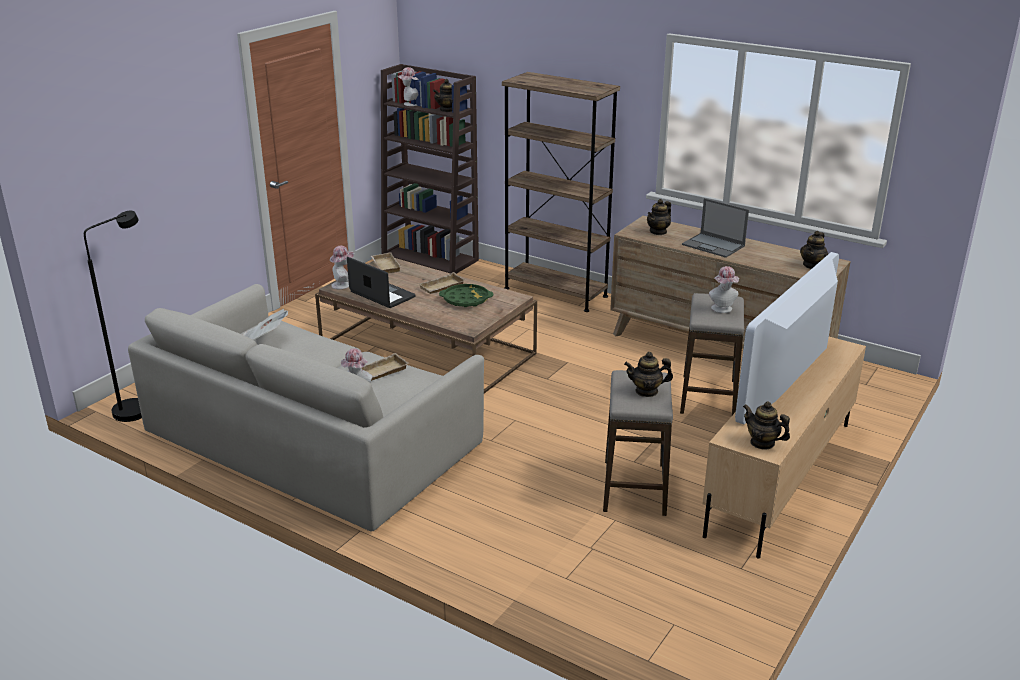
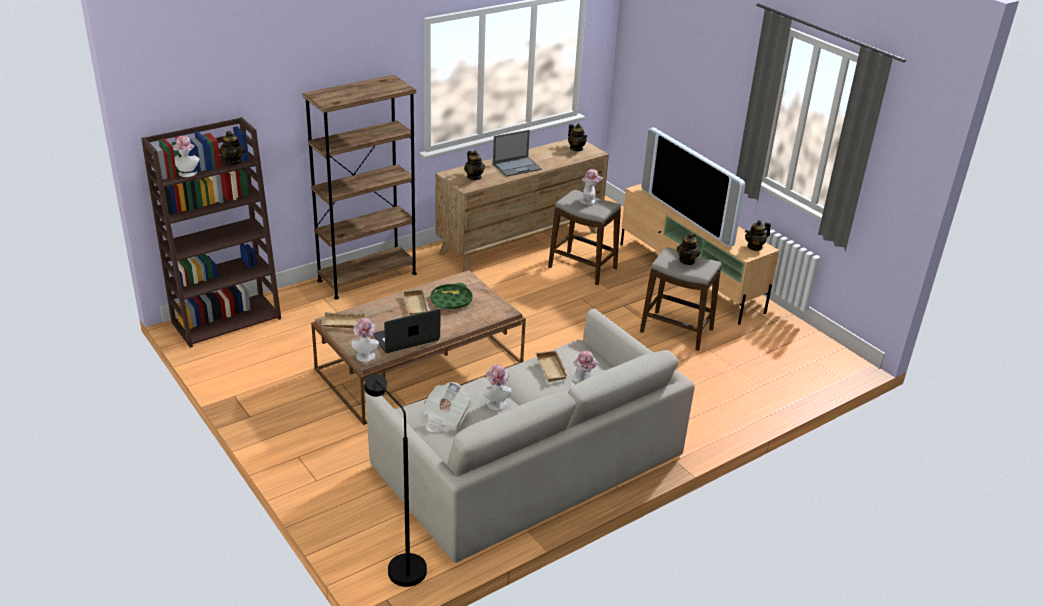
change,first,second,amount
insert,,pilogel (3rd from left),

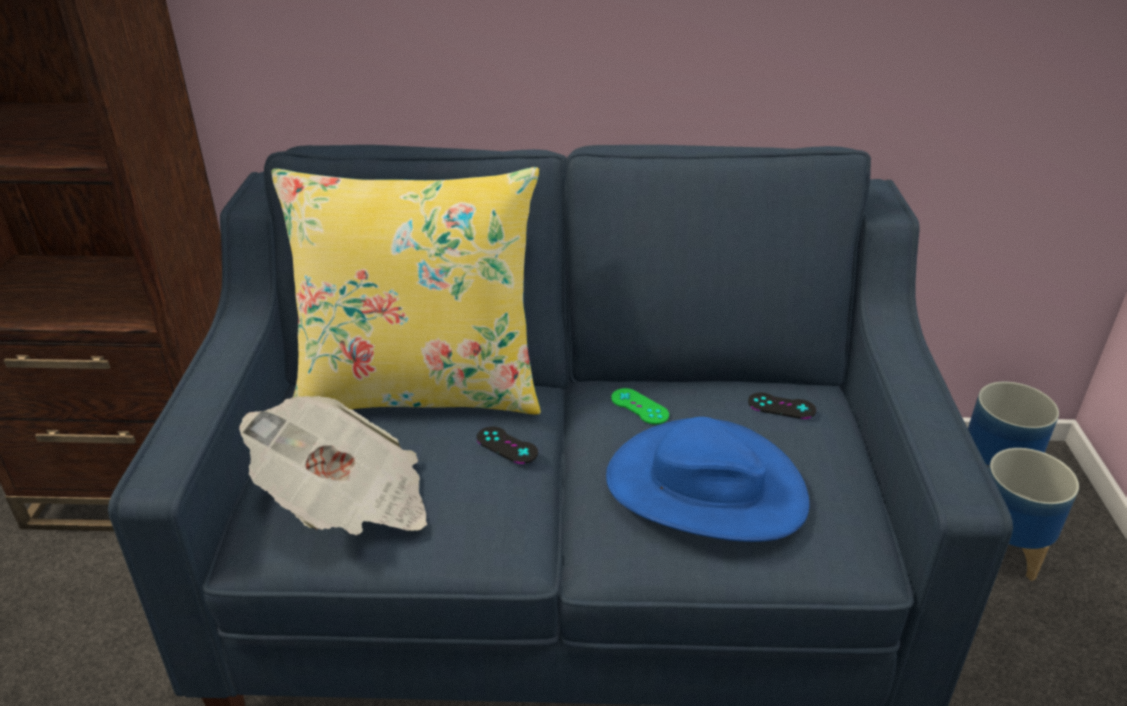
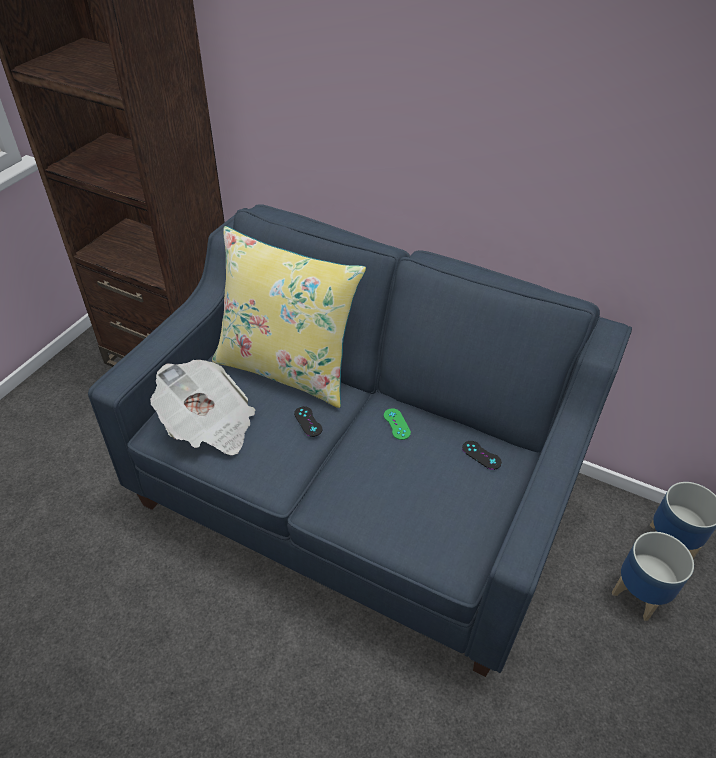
change,first,second,amount
delete,blue pilogel,,

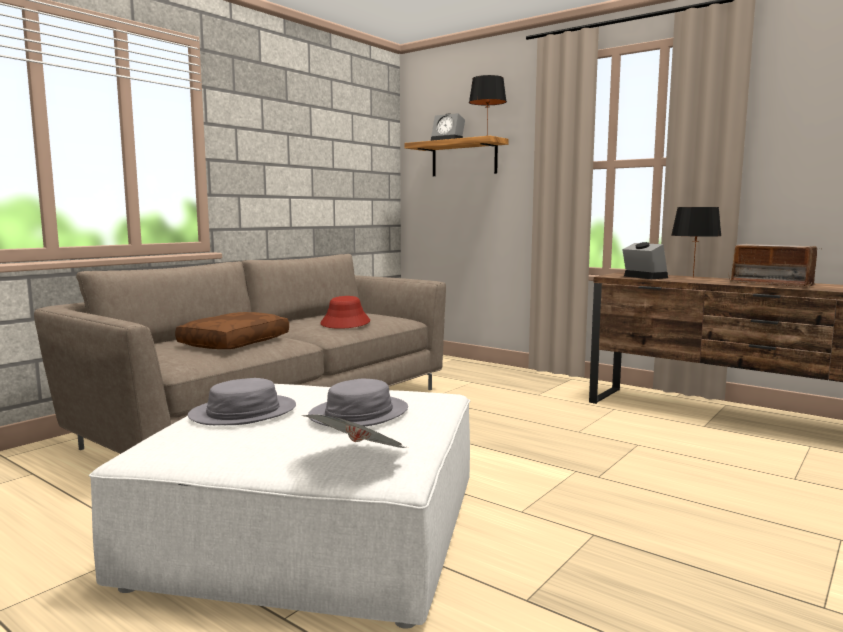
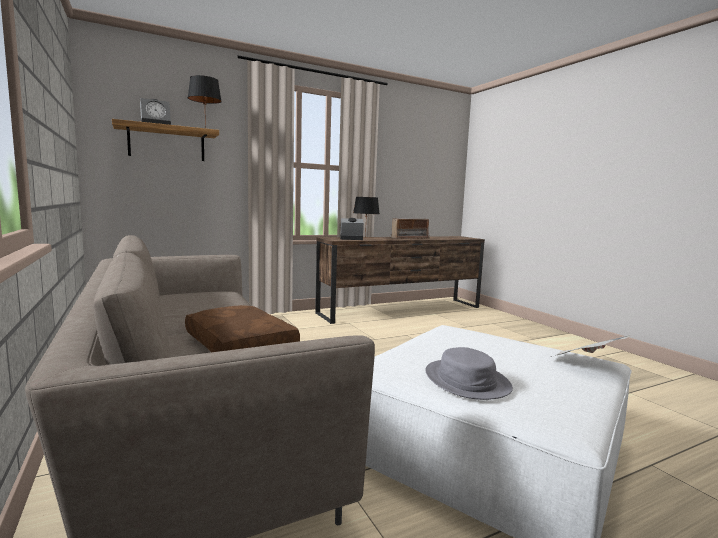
change,first,second,amount
delete,grey pilogel (2nd from left),,
delete,red pilogel,,

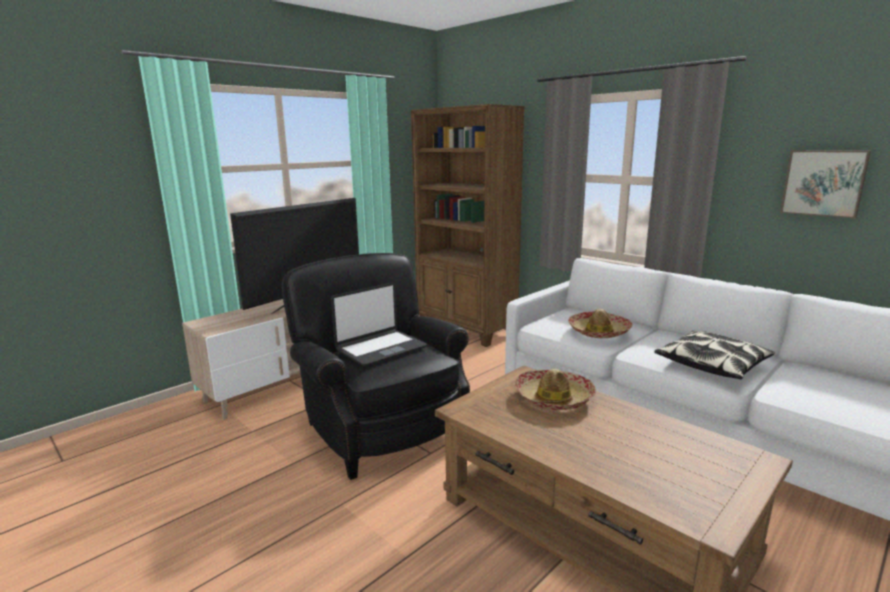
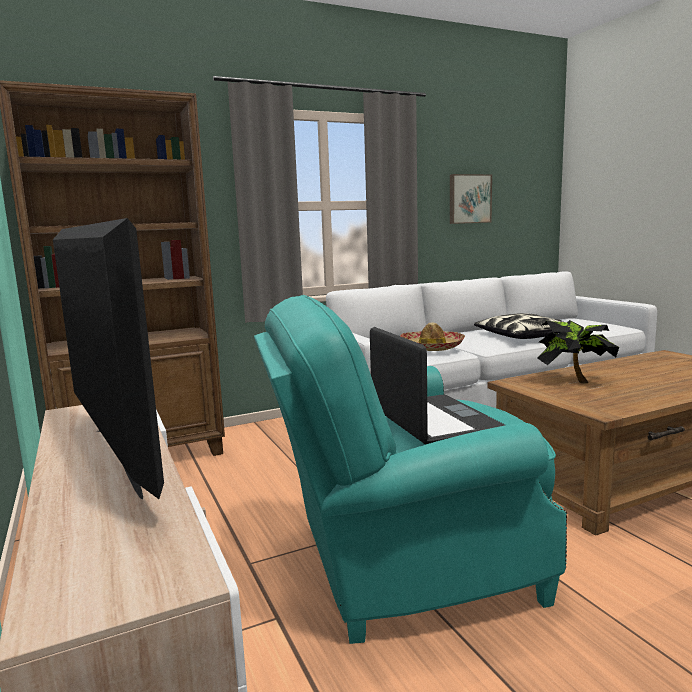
change,first,second,amount
replace,pilogel (1st from left),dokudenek,
recolor,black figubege,turquoise figubege,

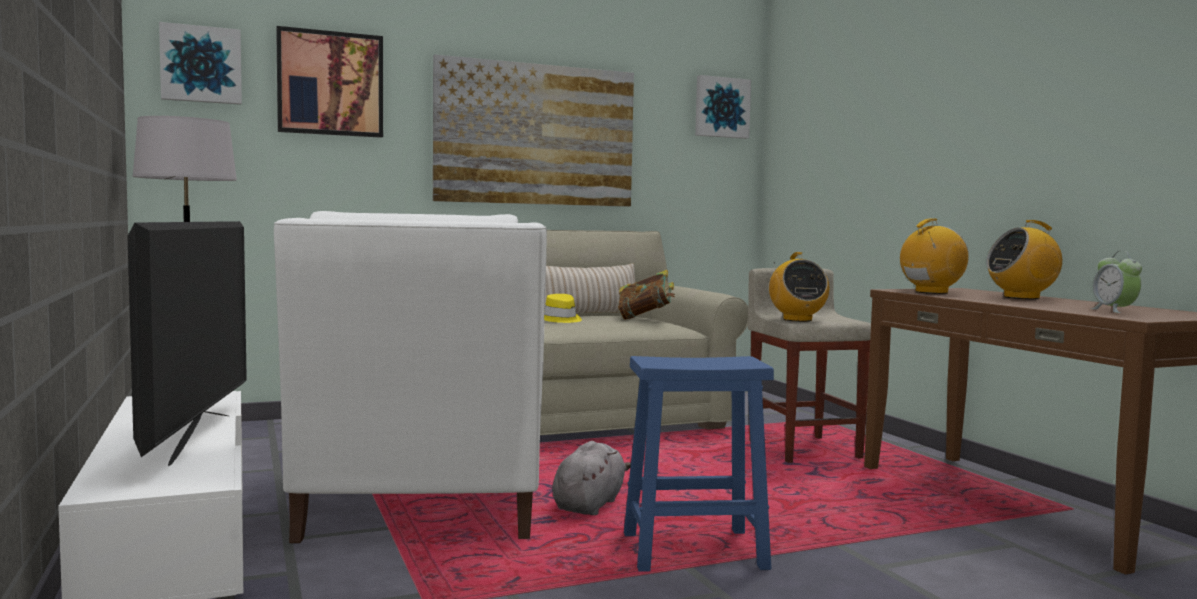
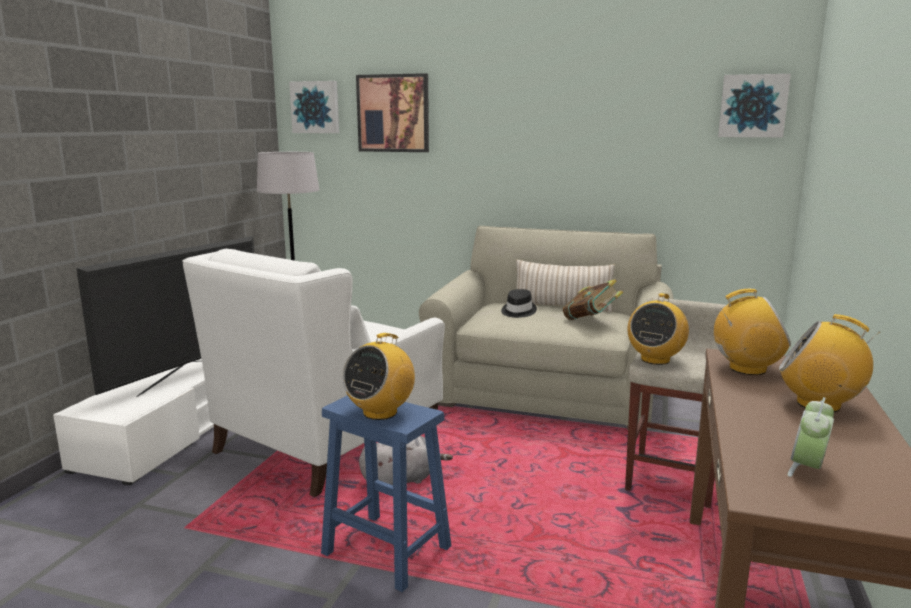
change,first,second,amount
delete,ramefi (3rd from left),,
insert,,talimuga (1st from left),
recolor,yellow pilogel,black pilogel,

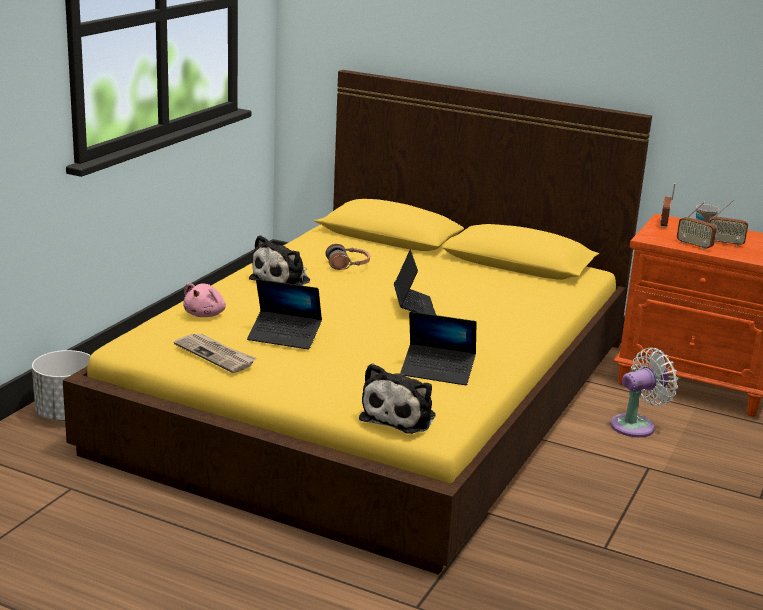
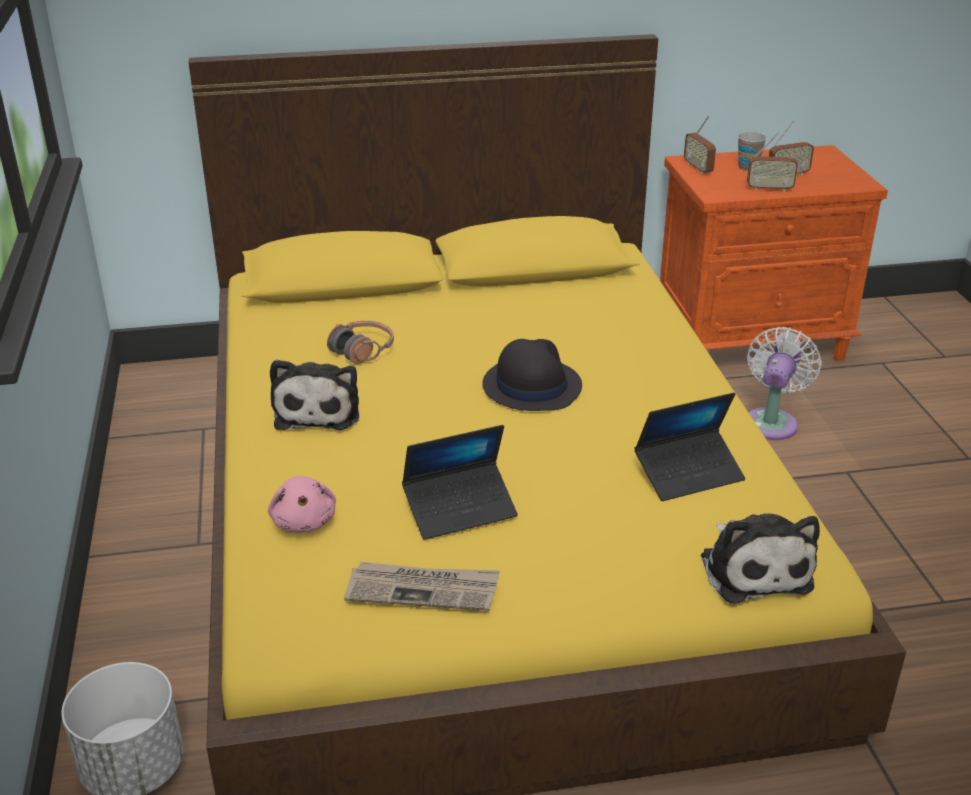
change,first,second,amount
replace,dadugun (2nd from left),black pilogel,

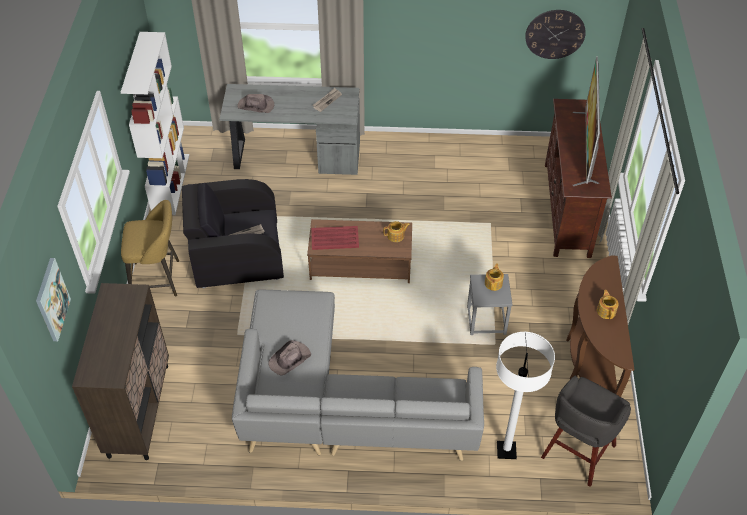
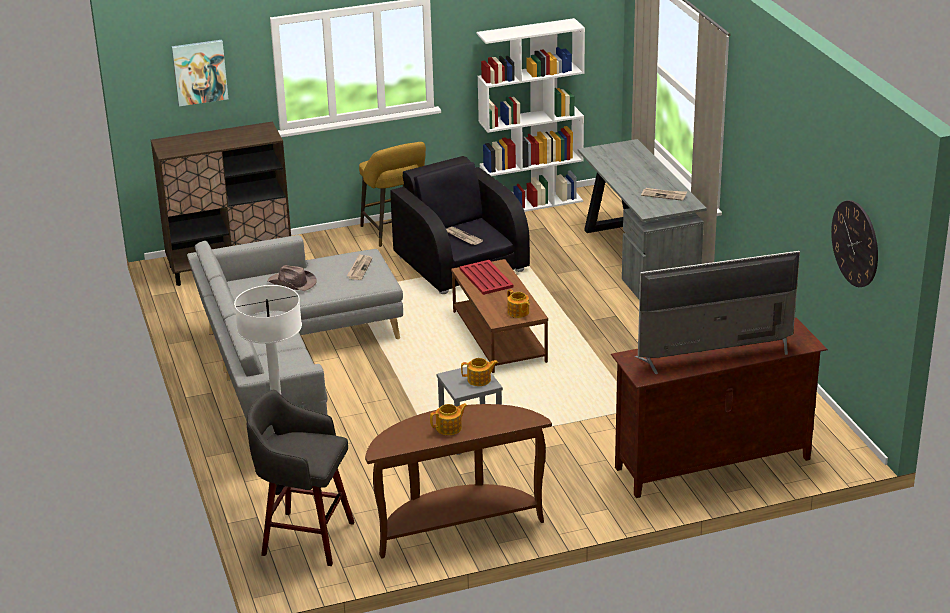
change,first,second,amount
delete,brown pilogel (1st from left),,
insert,,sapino (1st from left),

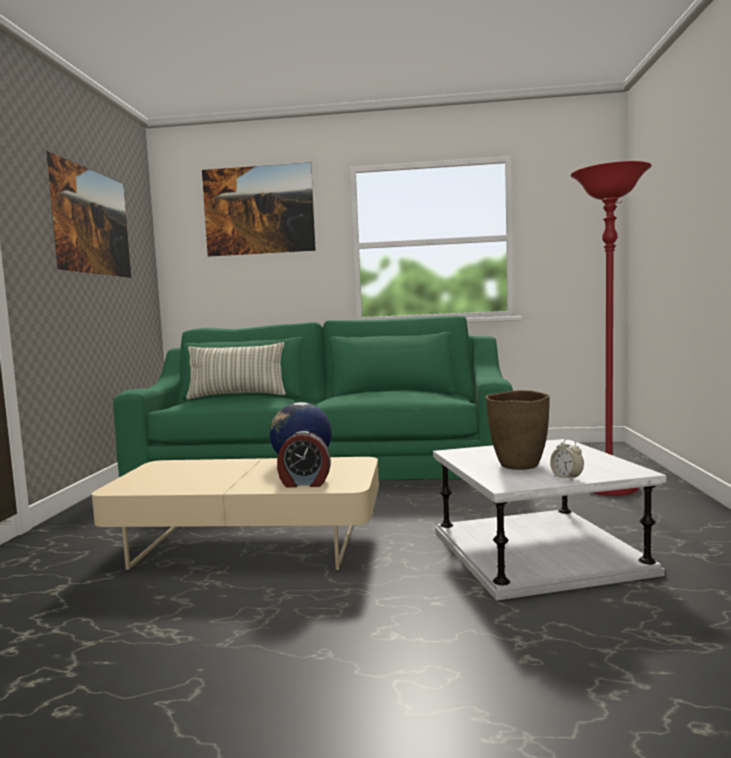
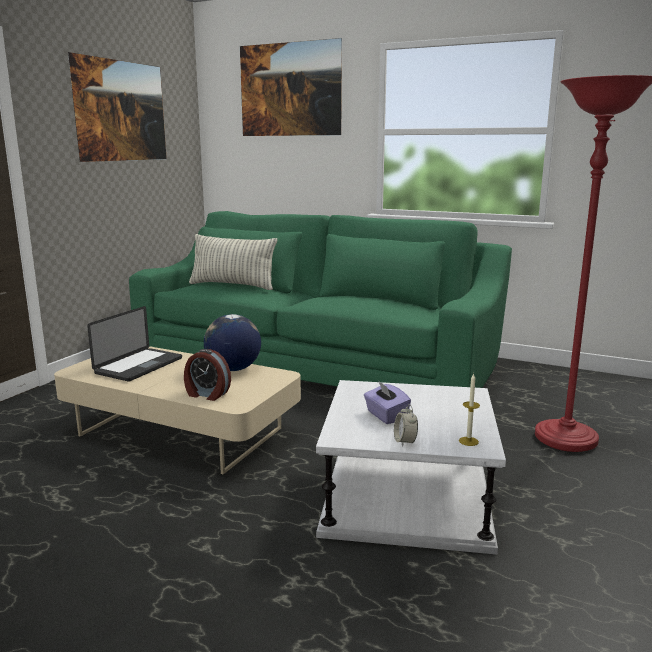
change,first,second,amount
insert,,dadugun,
insert,,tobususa,
replace,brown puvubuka,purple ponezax,

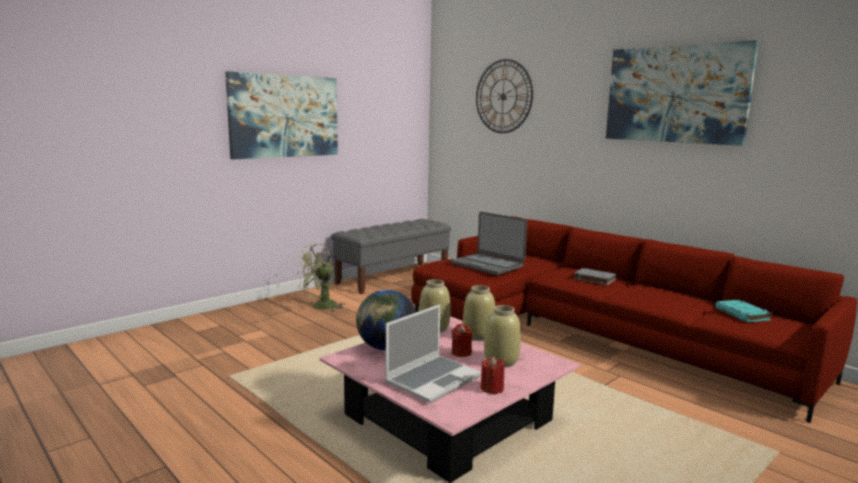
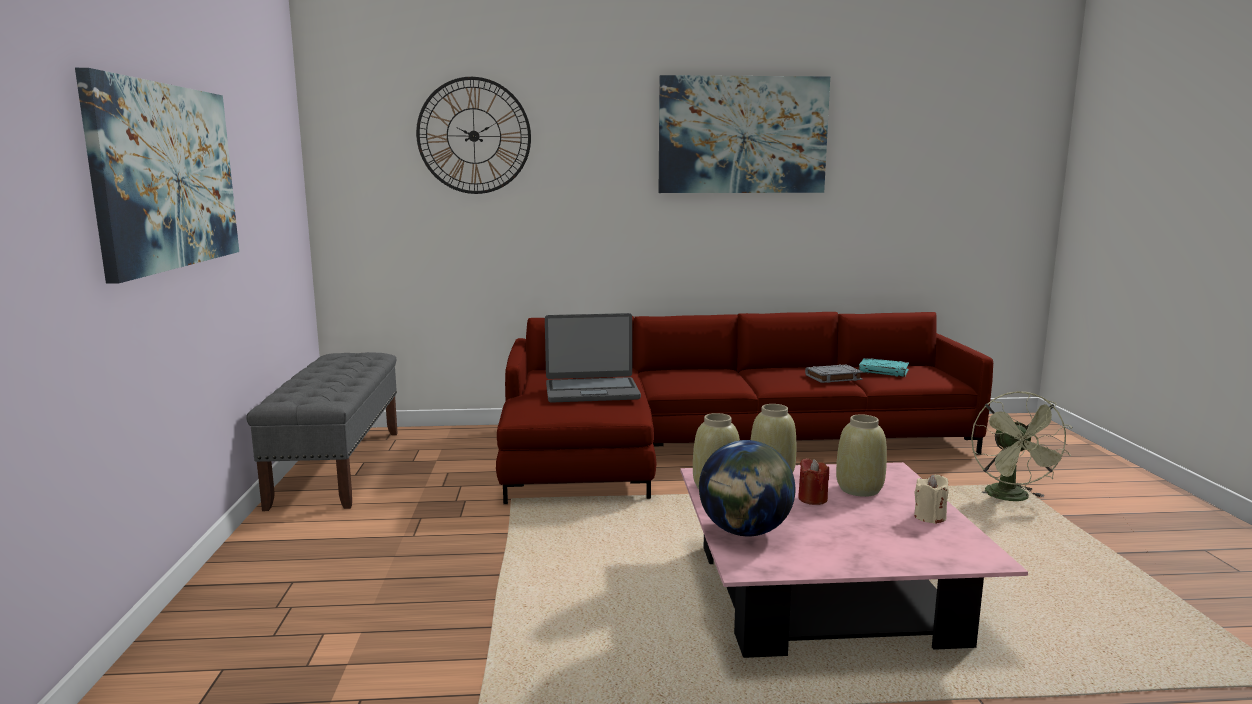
change,first,second,amount
delete,dadugun (1st from left),,
move,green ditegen,,
move,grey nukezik,,
recolor,red tobususa (2nd from left),beige tobususa,

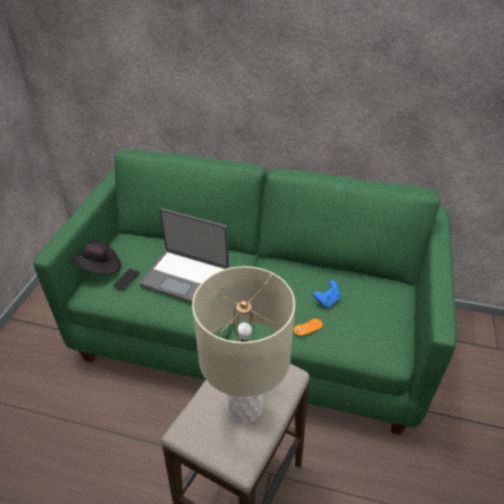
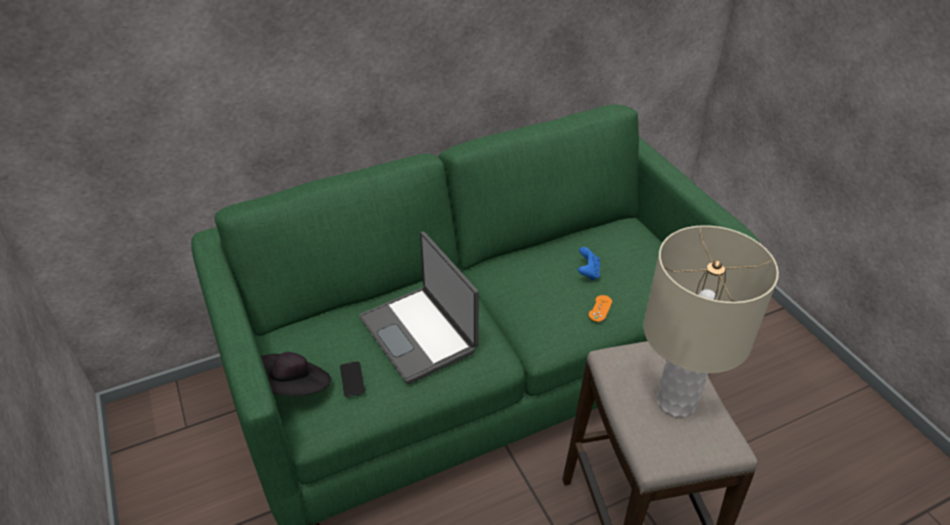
change,first,second,amount
rotate,dadugun,,75 degrees clockwise

